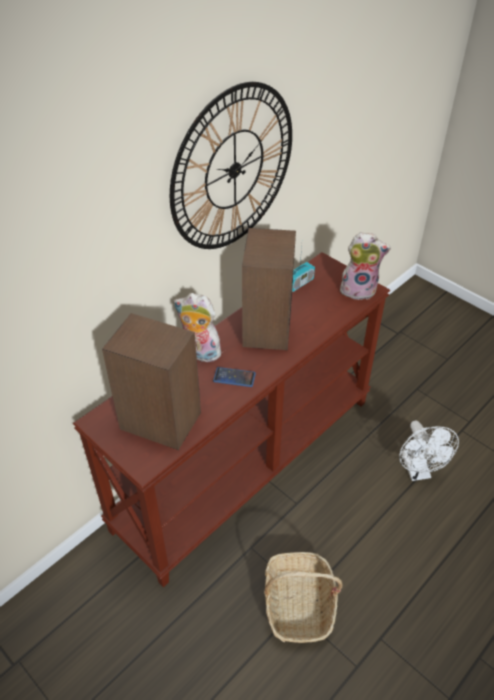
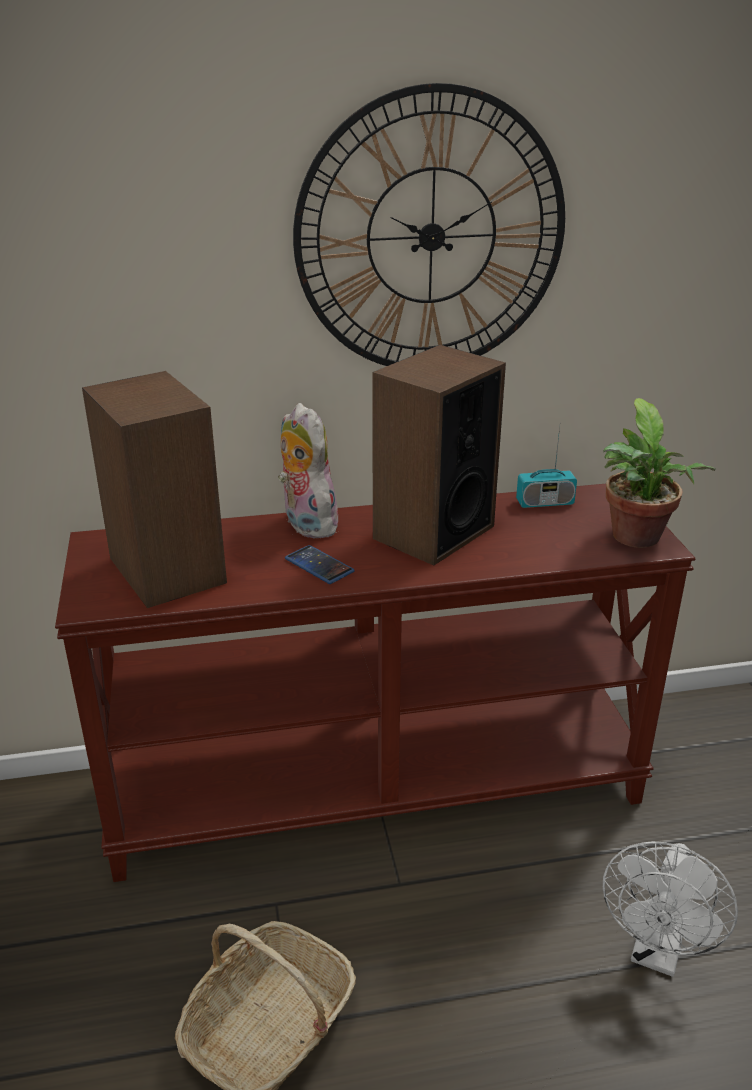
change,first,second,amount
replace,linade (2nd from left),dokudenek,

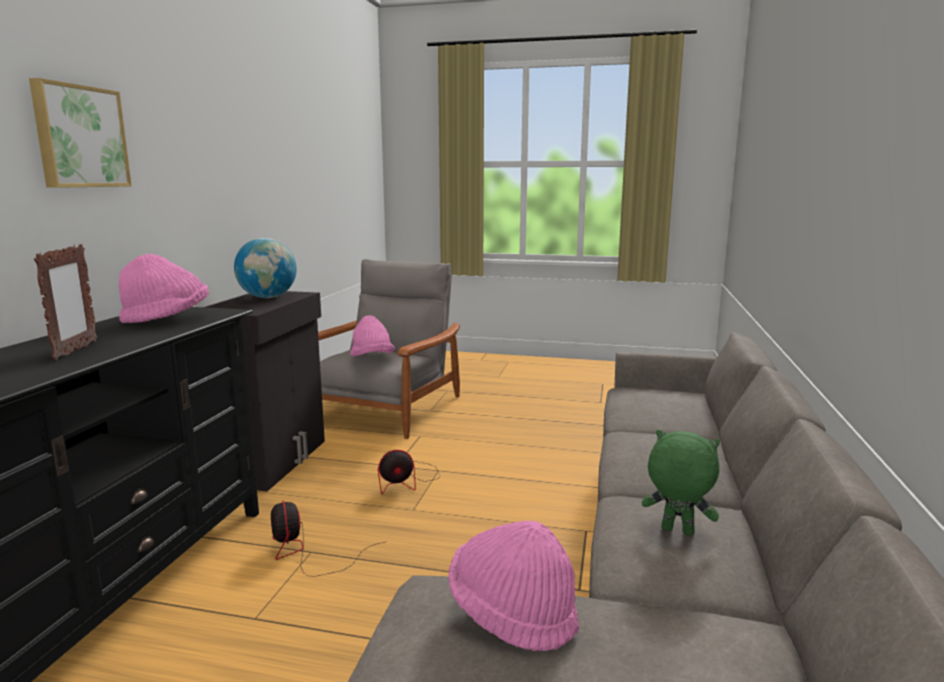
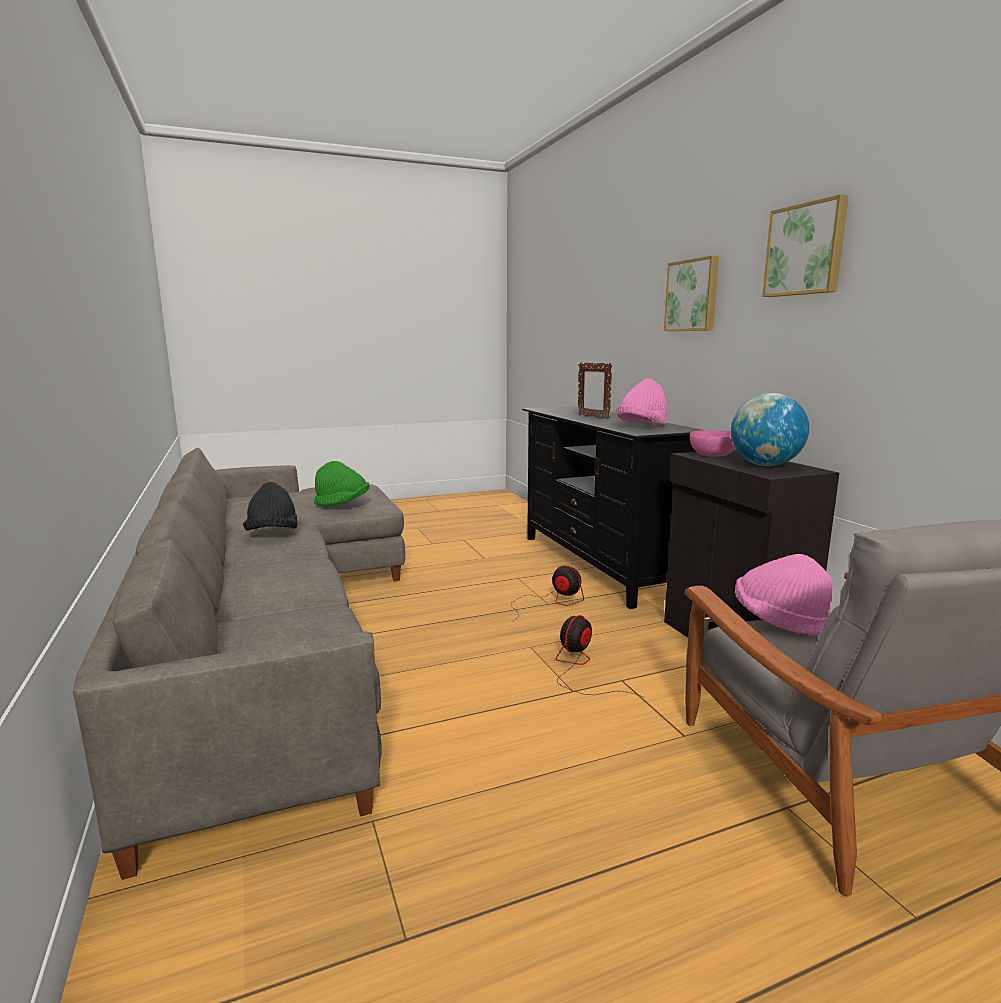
change,first,second,amount
insert,,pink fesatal,
insert,,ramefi (2nd from left),
replace,green linade,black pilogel,
recolor,pink pilogel (3rd from left),green pilogel,

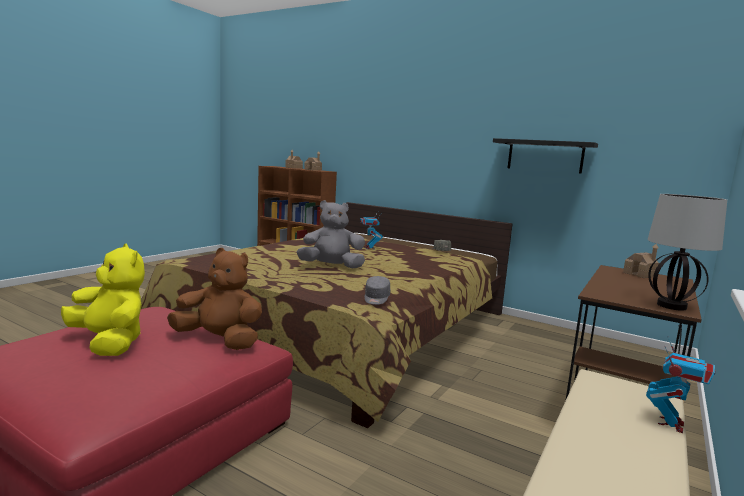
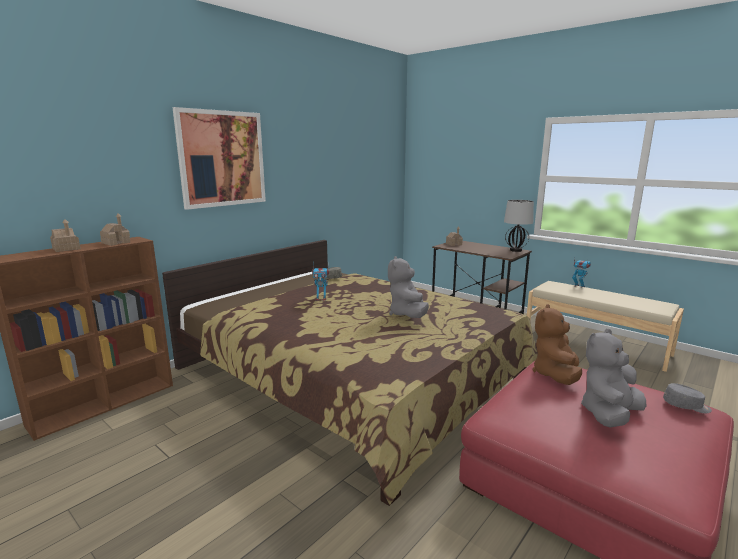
change,first,second,amount
delete,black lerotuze,,
insert,,ramefi,
move,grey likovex (1st from left in the first image),grey likovex (2nd from left),
recolor,yellow linade,grey linade (2nd from left),

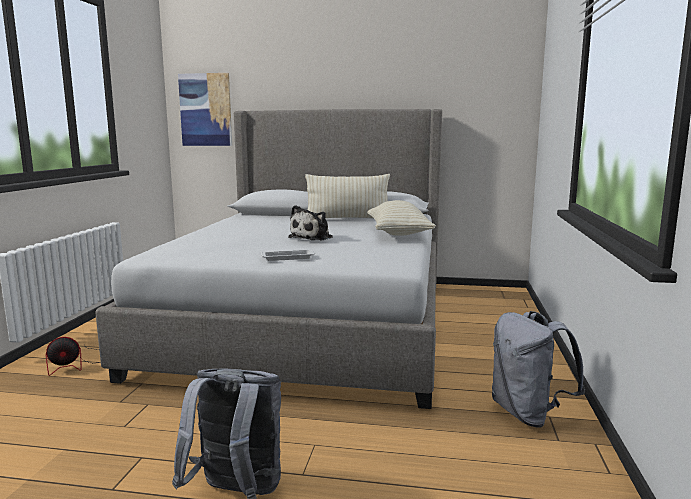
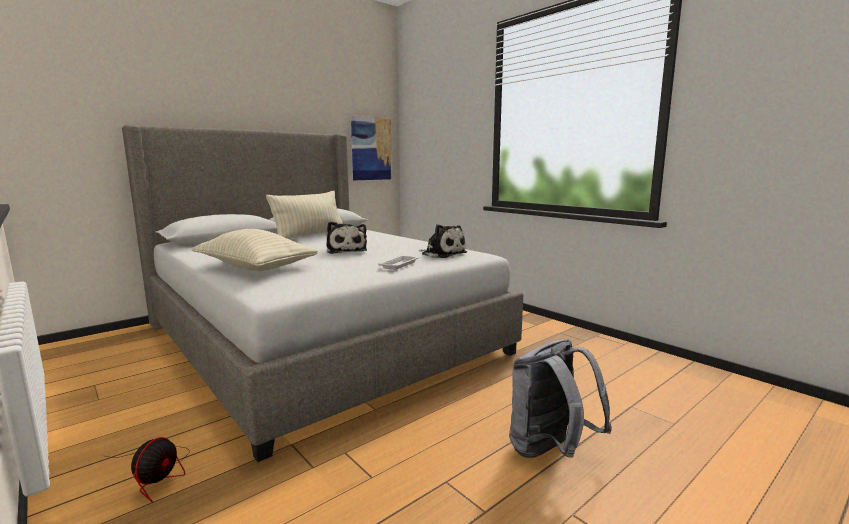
change,first,second,amount
delete,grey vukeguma (2nd from left),,
insert,,linade (2nd from left),
move,ramefi,,
move,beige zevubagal (2nd from left in the first image),beige zevubagal (1st from left),

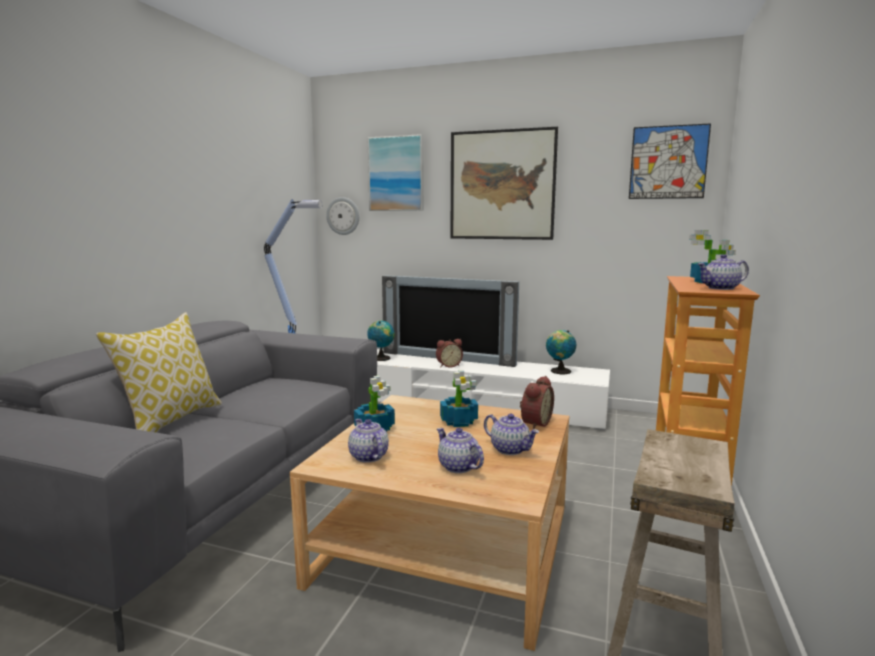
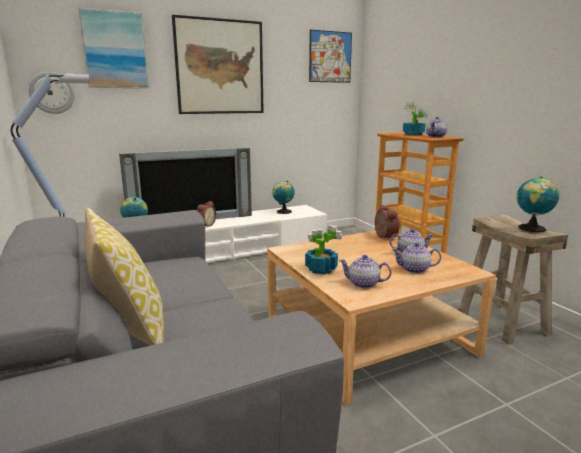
change,first,second,amount
delete,dokudenek (2nd from left),,
insert,,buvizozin (3rd from left),

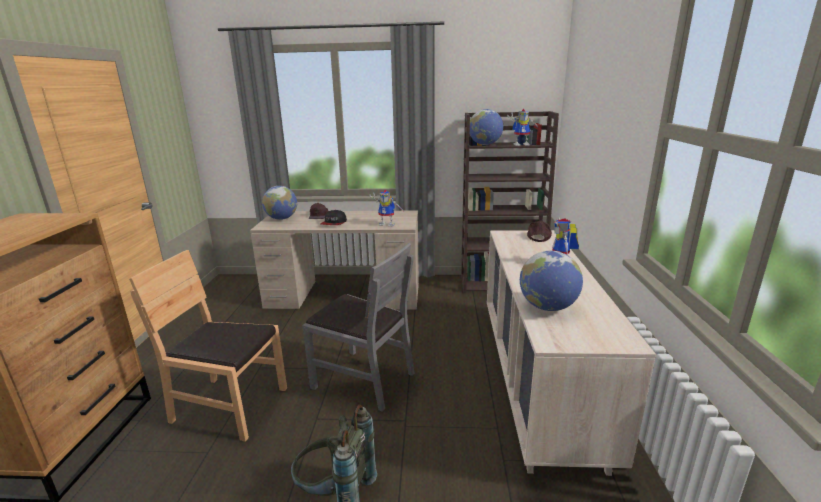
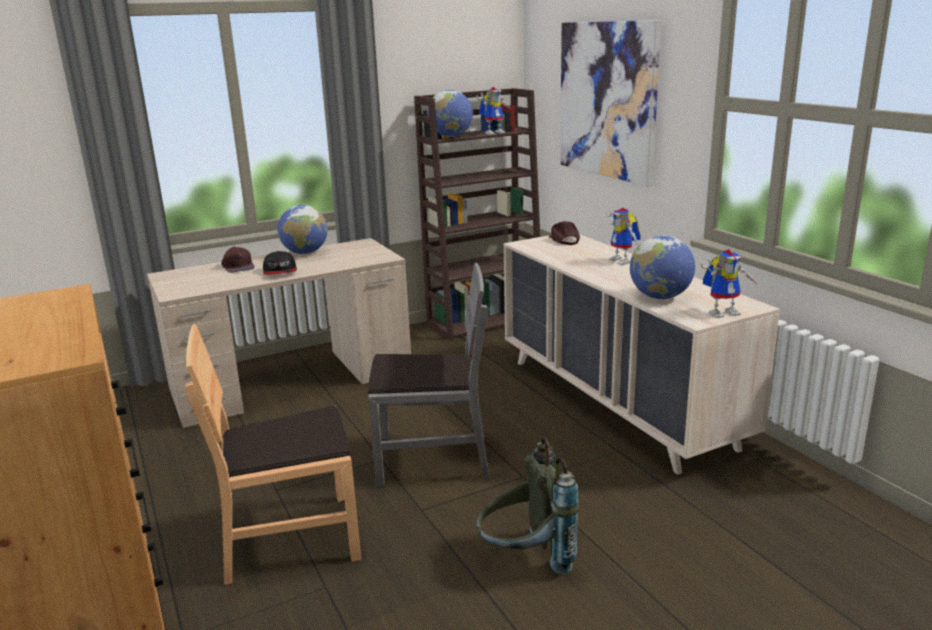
change,first,second,amount
insert,,ramefi,
move,buvizozin (1st from left),,
move,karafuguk (1st from left in the first image),karafuguk (3rd from left),

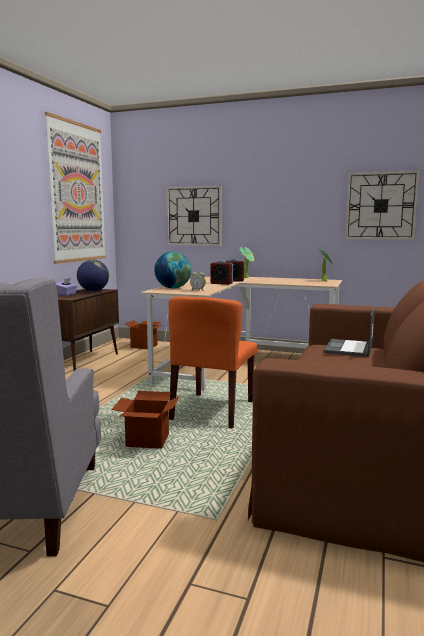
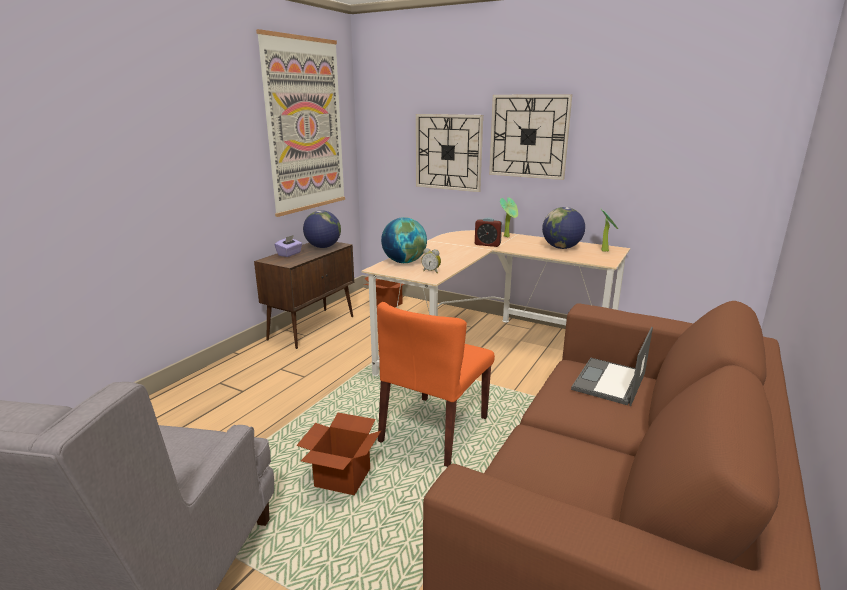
change,first,second,amount
delete,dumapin (2nd from left),,
insert,,buvizozin (3rd from left),
move,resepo (2nd from left),,

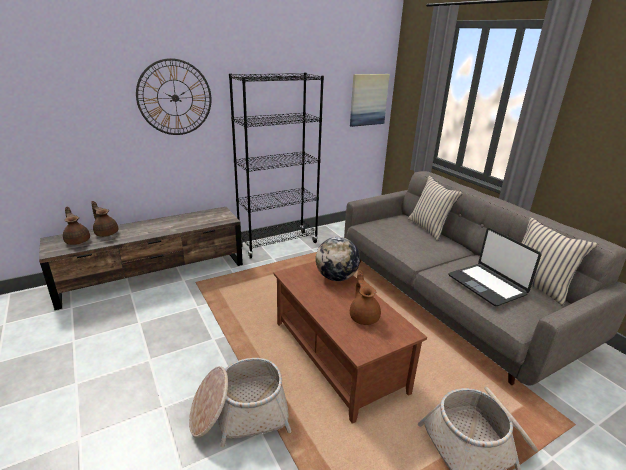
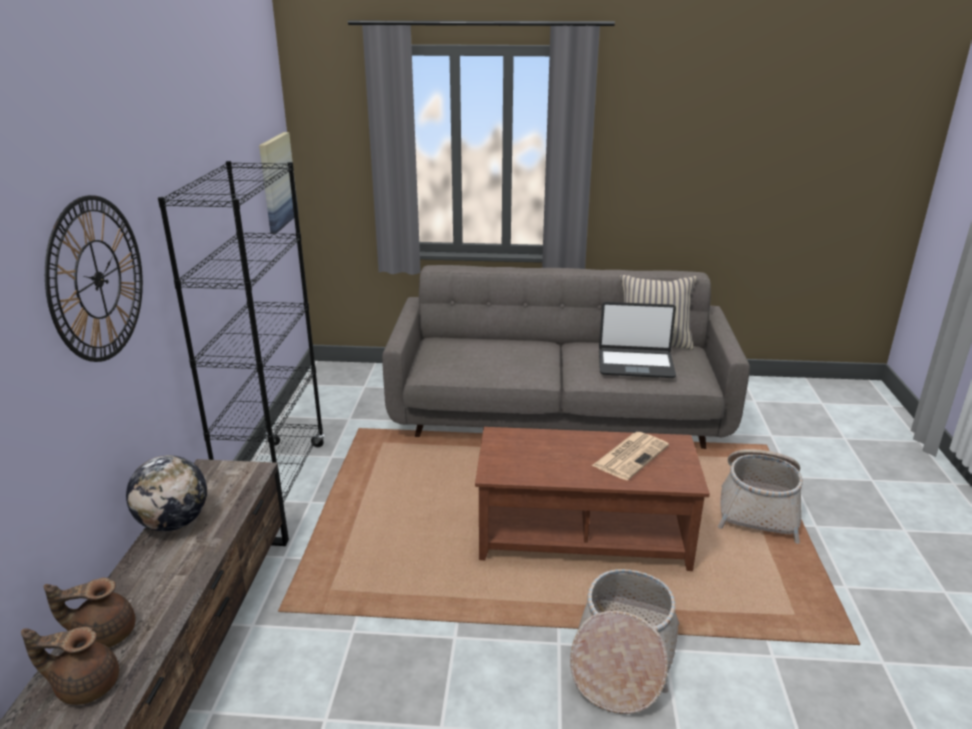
change,first,second,amount
delete,beige zevubagal (1st from left),,
move,buvizozin,,
replace,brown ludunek (3rd from left),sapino,

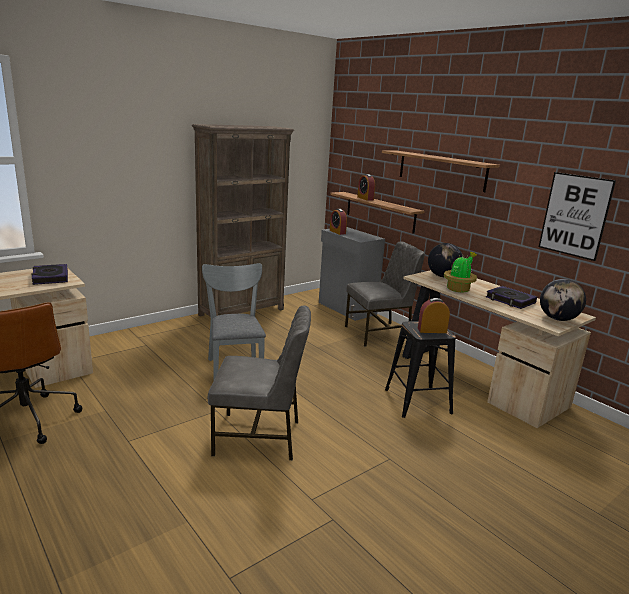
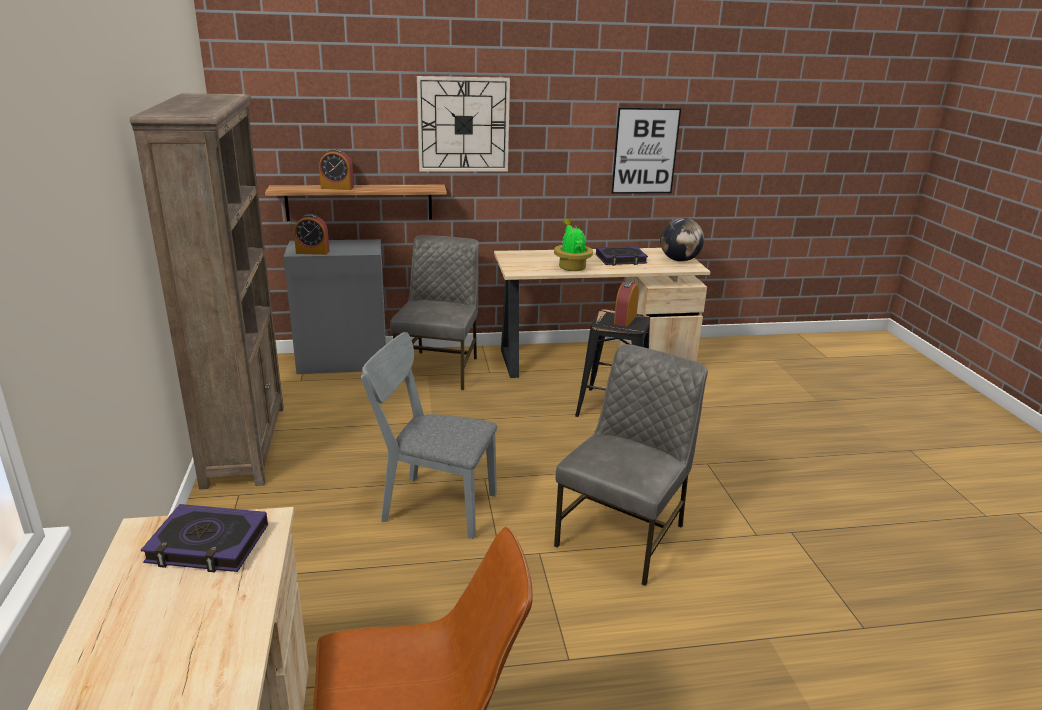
change,first,second,amount
delete,buvizozin (1st from left),,
replace,lerotuze (2nd from left),resepo,

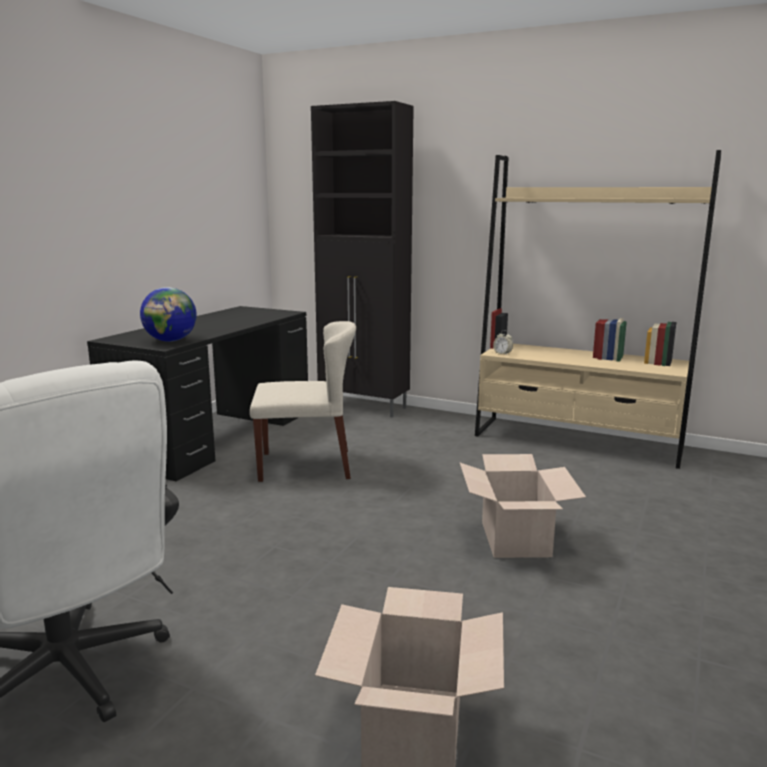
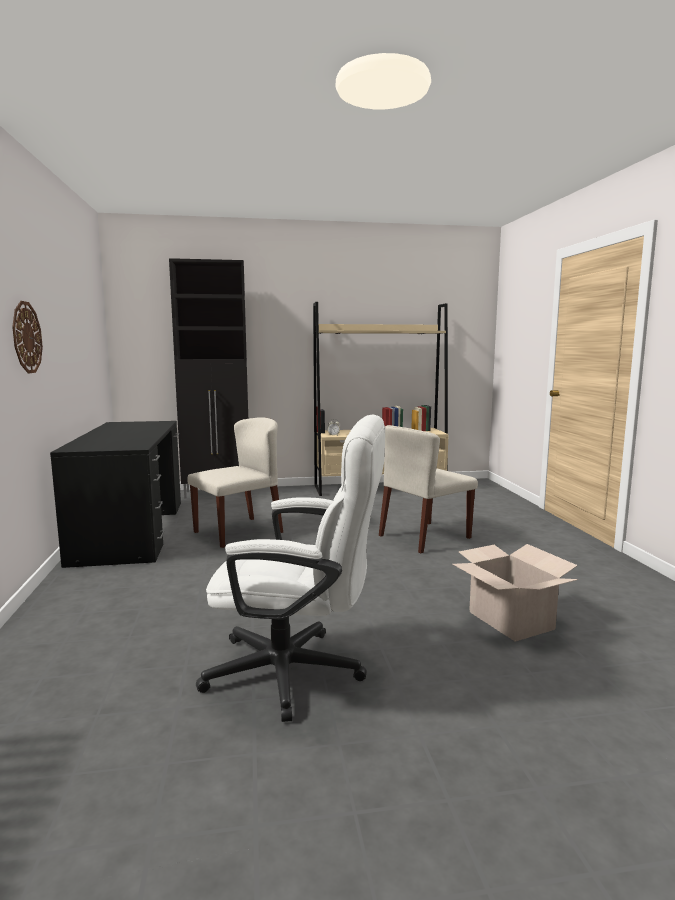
change,first,second,amount
delete,buvizozin,,
insert,,resepo,
replace,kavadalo (2nd from left),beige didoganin (2nd from left),

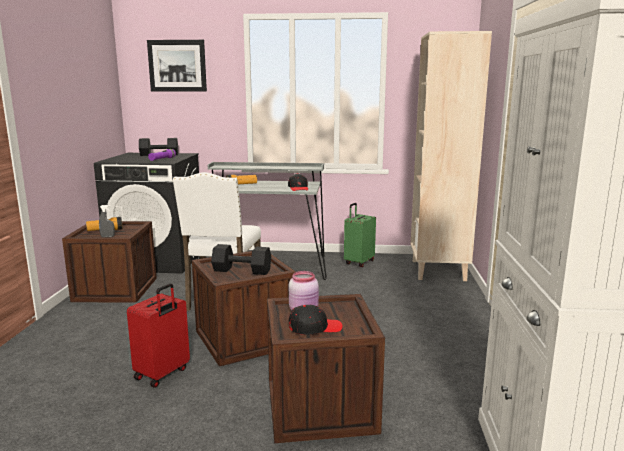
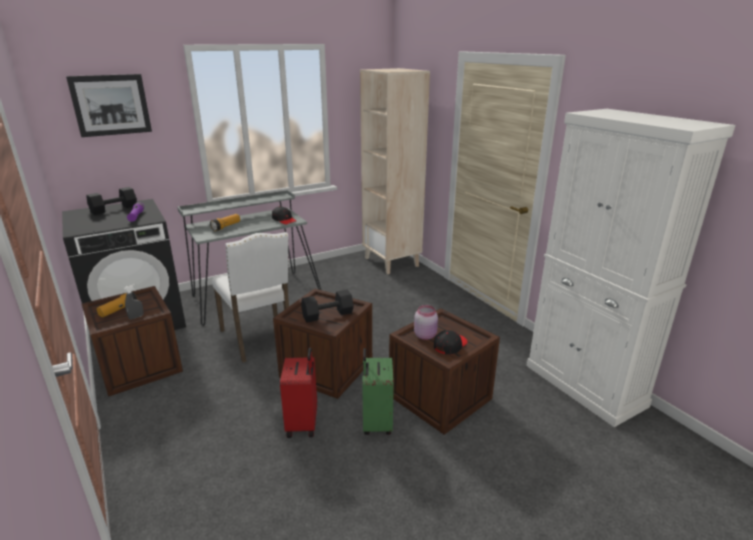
change,first,second,amount
move,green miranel,,

